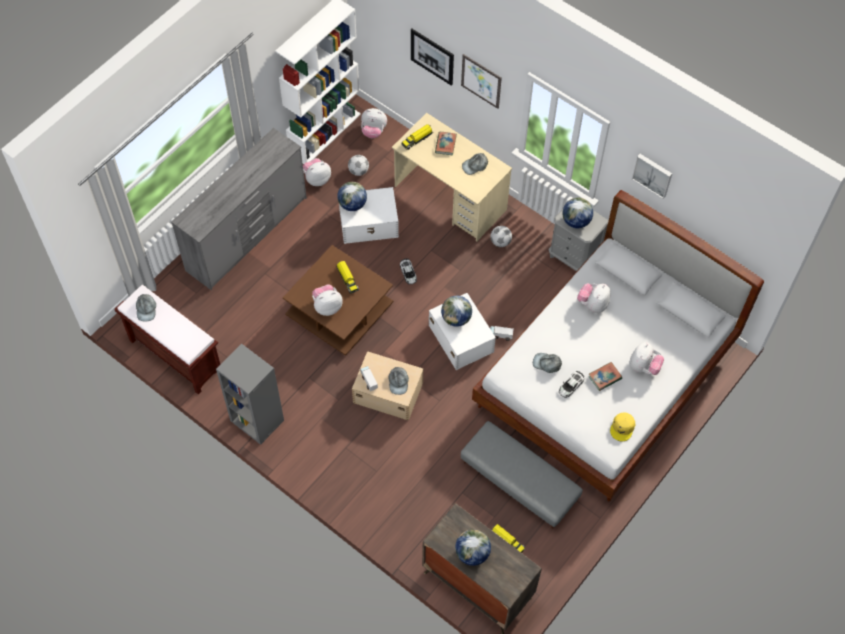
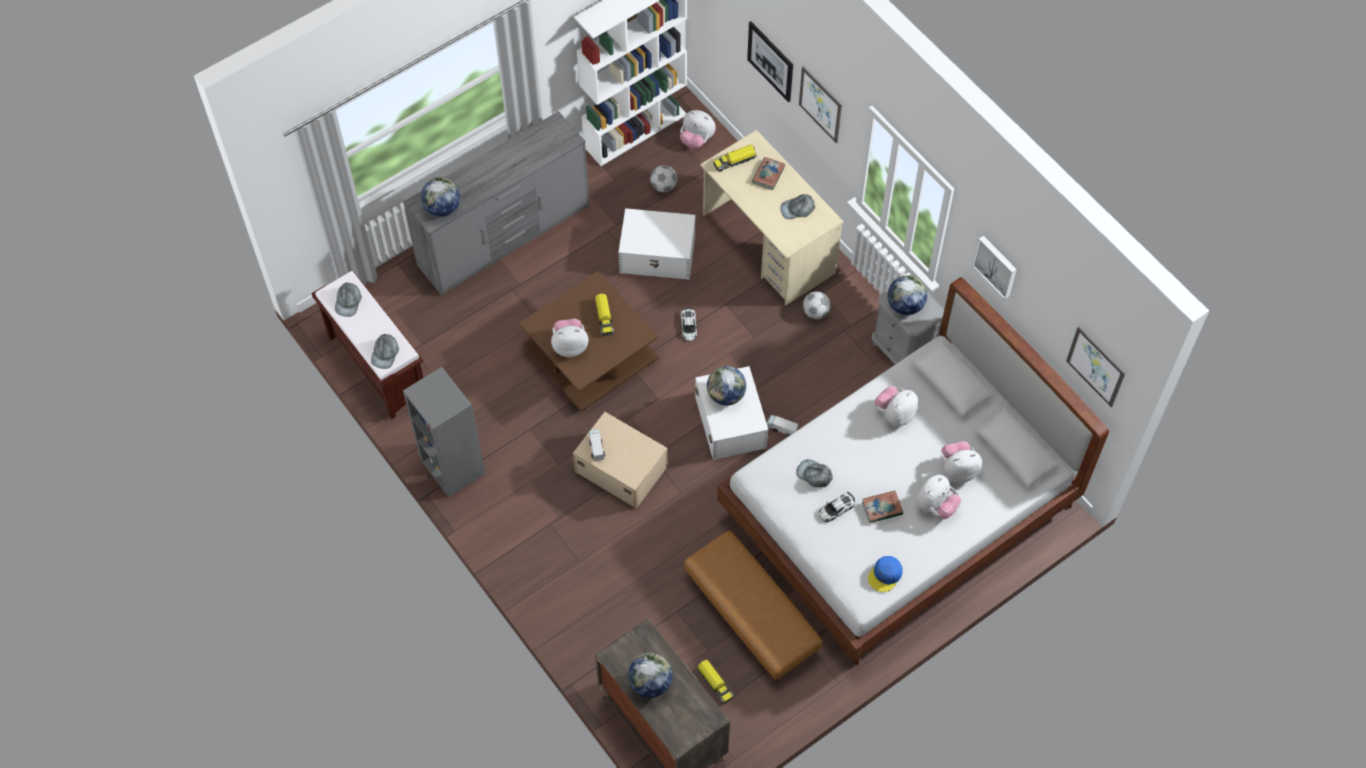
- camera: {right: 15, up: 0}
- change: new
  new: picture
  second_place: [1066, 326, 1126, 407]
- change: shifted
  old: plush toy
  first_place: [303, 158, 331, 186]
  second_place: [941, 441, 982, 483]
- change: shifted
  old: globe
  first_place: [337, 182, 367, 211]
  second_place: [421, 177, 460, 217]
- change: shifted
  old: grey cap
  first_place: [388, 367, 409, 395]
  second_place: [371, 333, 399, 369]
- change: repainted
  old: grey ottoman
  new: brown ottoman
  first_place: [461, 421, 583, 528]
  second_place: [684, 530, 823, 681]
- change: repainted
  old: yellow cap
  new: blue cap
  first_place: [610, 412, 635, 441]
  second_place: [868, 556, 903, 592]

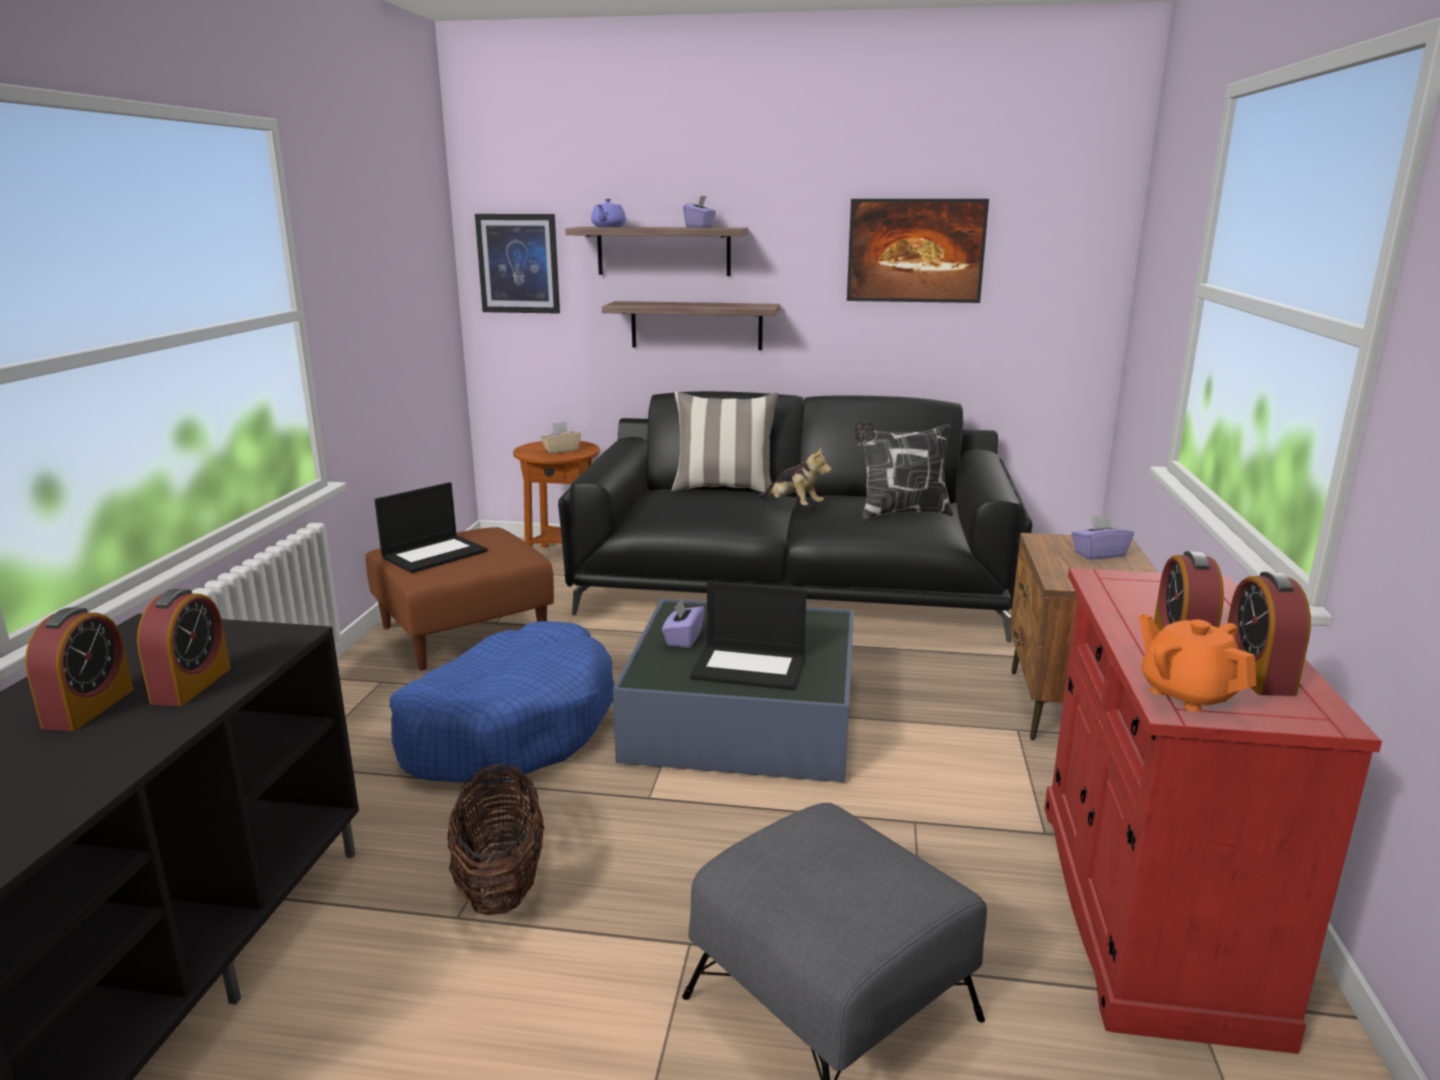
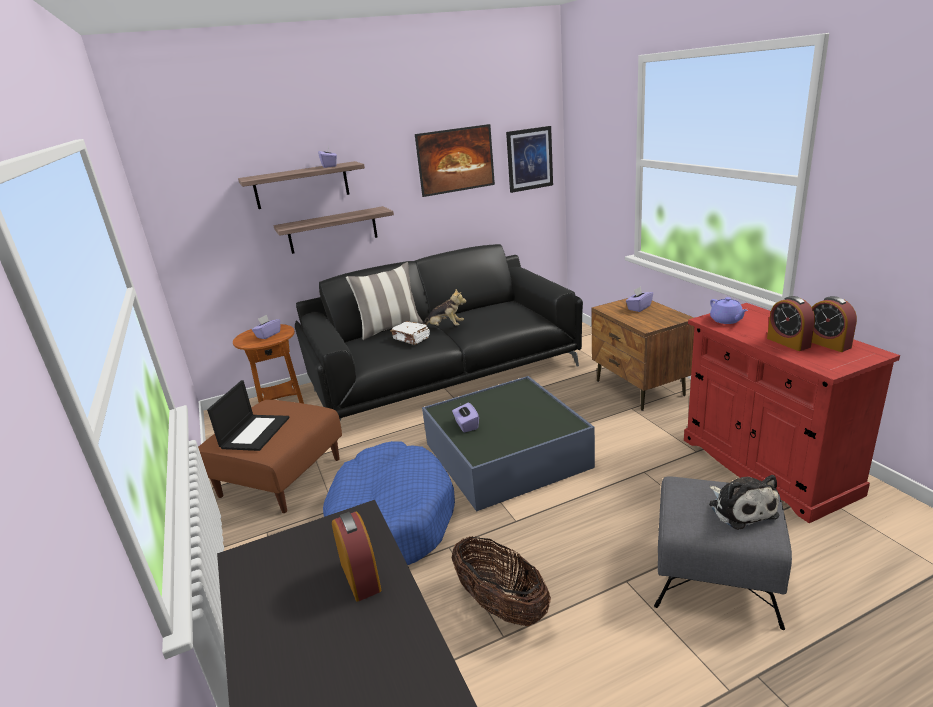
- camera: {right: -30, up: 5}
- change: gone
  old: alarm clock
  first_place: [25, 607, 134, 731]
- change: gone
  old: laptop
  first_place: [690, 581, 807, 690]
- change: gone
  old: pillow
  first_place: [854, 421, 953, 520]
- change: gone
  old: orange teapot
  first_place: [1139, 614, 1256, 712]
- change: new
  new: white book
  second_place: [390, 321, 430, 345]
- change: new
  new: plush toy
  second_place: [709, 475, 779, 530]
- change: shifted
  old: picture
  first_place: [475, 214, 560, 314]
  second_place: [506, 126, 553, 193]
- change: shifted
  old: purple teapot
  first_place: [591, 198, 626, 228]
  second_place: [710, 297, 748, 324]
- change: repainted
  old: beige tissue box
  new: purple tissue box
  first_place: [541, 422, 581, 454]
  second_place: [252, 315, 280, 339]

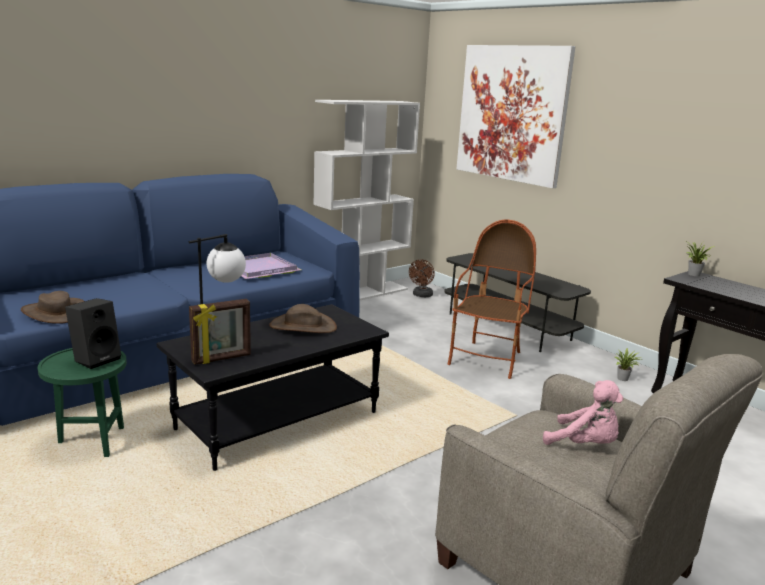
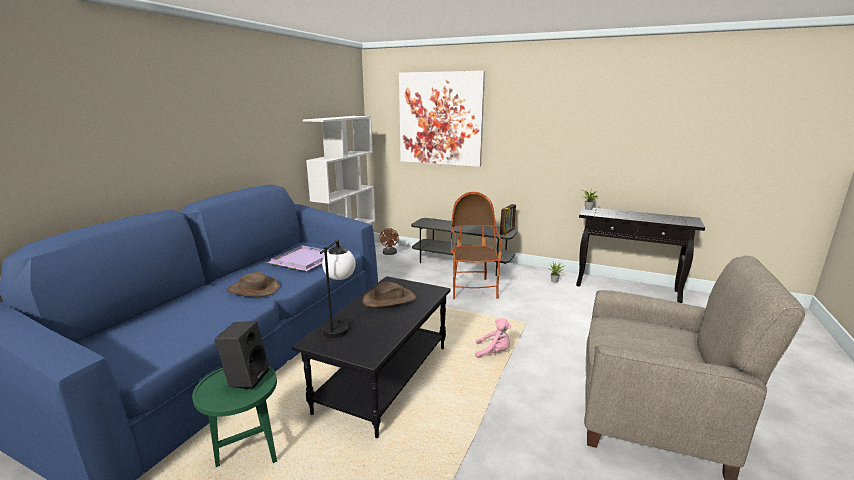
- camera: {right: -25, up: 0}
- change: shifted
  old: brown hat
  first_place: [21, 291, 84, 324]
  second_place: [226, 272, 279, 297]
- change: shifted
  old: picture frame
  first_place: [189, 299, 251, 365]
  second_place: [500, 204, 516, 235]
- change: shifted
  old: pink plush toy
  first_place: [543, 380, 623, 445]
  second_place: [475, 318, 511, 358]

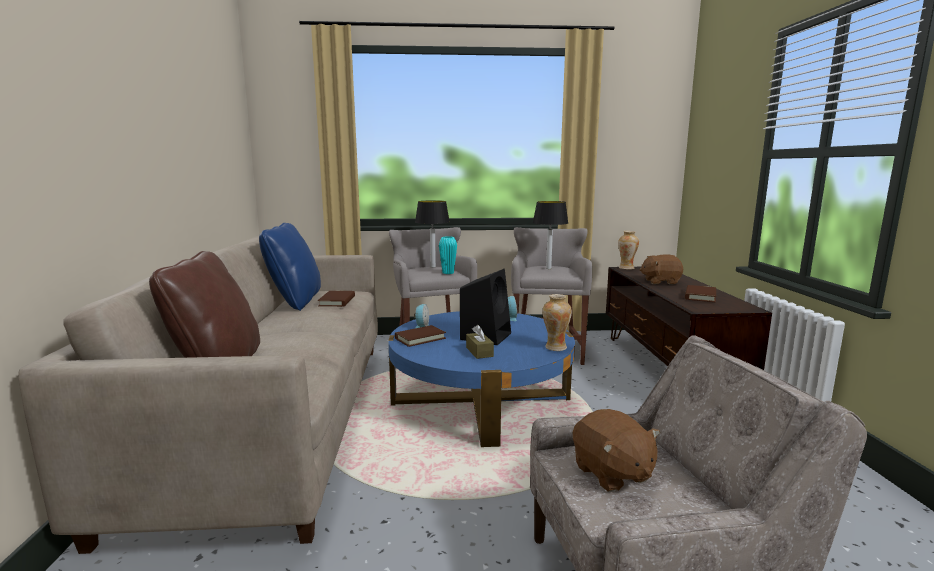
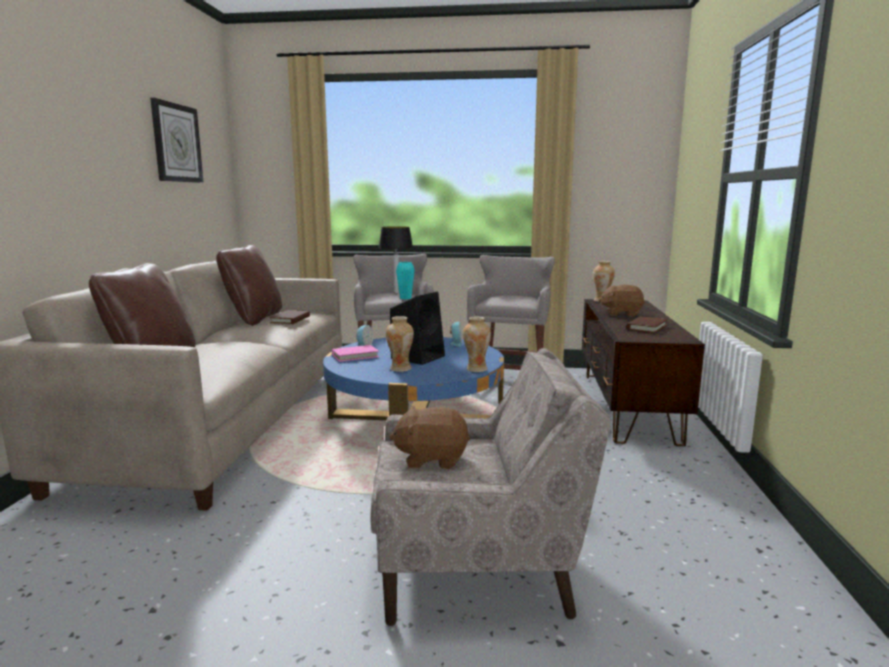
- camera: {right: 10, up: 0}
- change: gone
  old: table lamp
  first_place: [533, 201, 568, 269]
- change: new
  new: wall clock
  second_place: [150, 98, 204, 183]
- change: swapped
  old: brown tissue box
  new: vase
  first_place: [466, 325, 494, 359]
  second_place: [386, 316, 414, 372]
- change: repainted
  old: blue pillow
  new: brown pillow
  first_place: [259, 223, 321, 311]
  second_place: [216, 245, 282, 326]
- change: repainted
  old: brown book
  new: pink book
  first_place: [395, 325, 446, 347]
  second_place: [332, 345, 379, 362]
- change: rotated
  old: brown plush toy
  first_place: [573, 409, 660, 492]
  second_place: [389, 406, 470, 469]
  degrees: 105

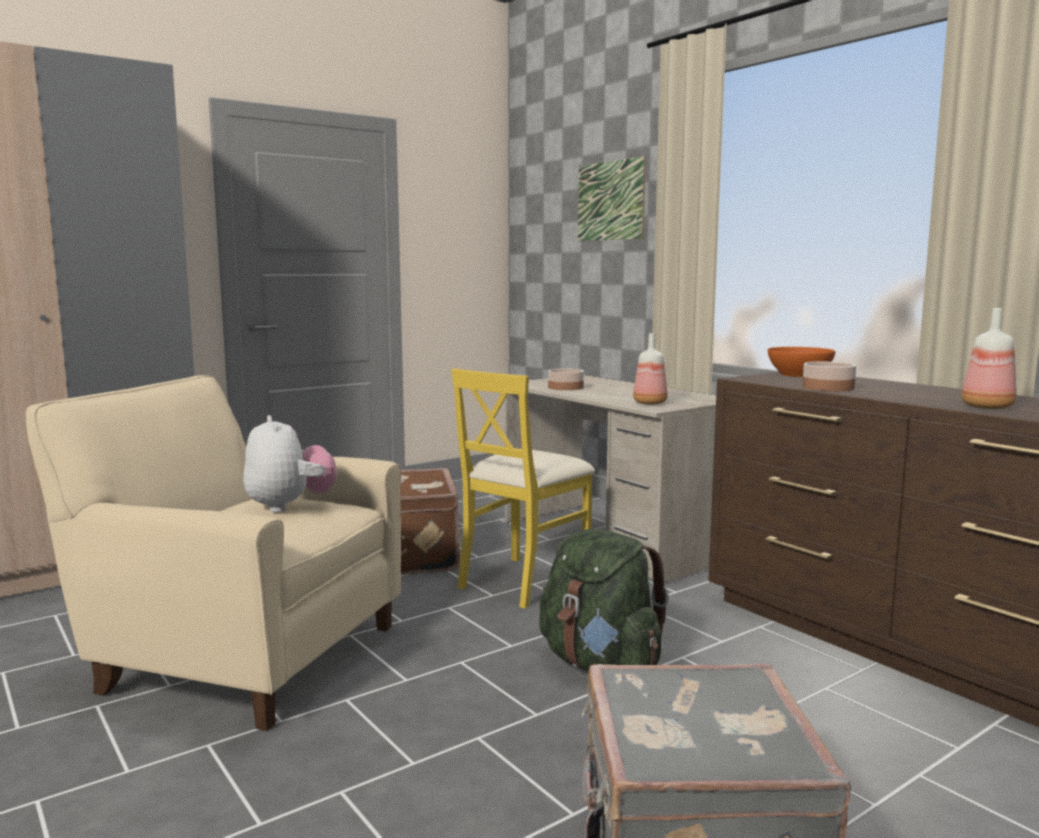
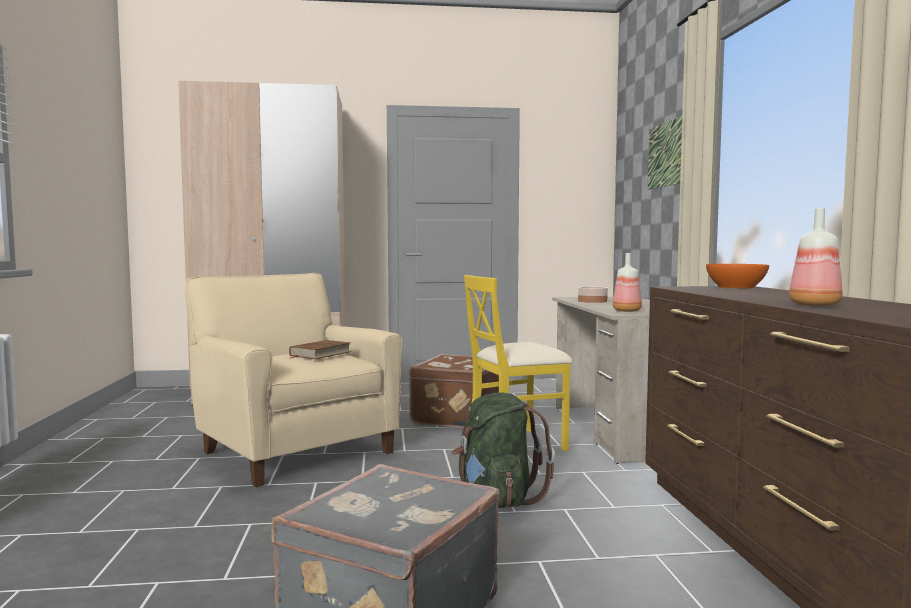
- camera: {right: 30, up: -5}
- change: gone
  old: bowl
  first_place: [803, 362, 856, 391]
- change: swapped
  old: plush toy
  new: brown book
  first_place: [243, 415, 337, 513]
  second_place: [289, 340, 351, 359]

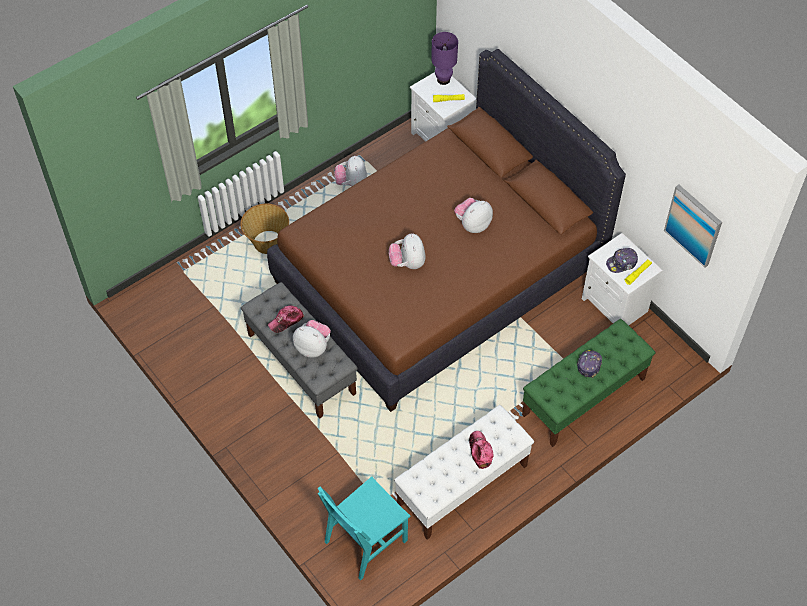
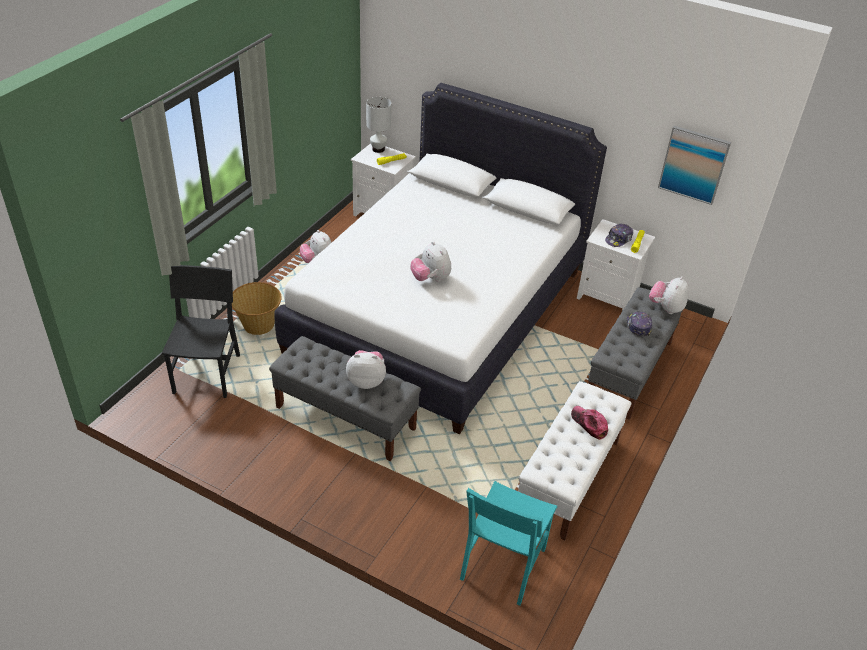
- camera: {right: -25, up: -15}
- change: gone
  old: cap
  first_place: [268, 306, 304, 333]
- change: new
  new: black chair
  second_place: [162, 265, 240, 398]
- change: shifted
  old: plush toy
  first_place: [454, 198, 493, 233]
  second_place: [649, 276, 689, 314]
- change: repainted
  old: brown bed
  new: white bed
  first_place: [267, 49, 626, 412]
  second_place: [274, 83, 607, 434]
- change: repainted
  old: purple table lamp
  new: white table lamp
  first_place: [431, 32, 458, 85]
  second_place: [366, 97, 391, 153]
- change: repainted
  old: green bench
  new: grey bench
  first_place: [522, 319, 655, 447]
  second_place: [588, 287, 683, 420]

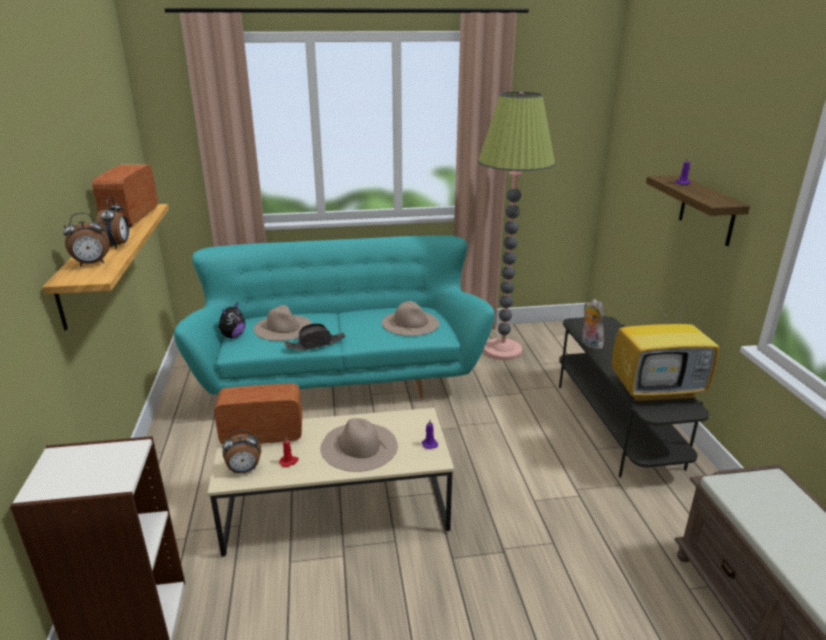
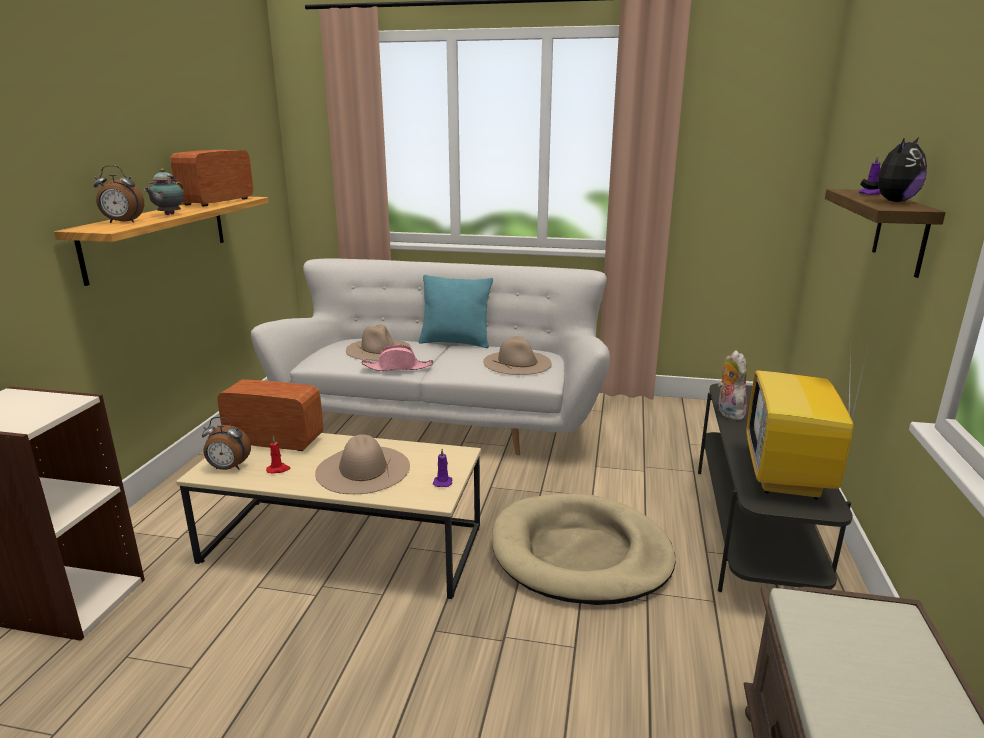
- camera: {right: 20, up: -5}
- change: gone
  old: floor lamp
  first_place: [478, 92, 555, 360]
- change: new
  new: turquoise pillow
  second_place: [419, 275, 493, 348]
- change: new
  new: beige dog bed
  second_place: [492, 493, 676, 605]
- change: shifted
  old: plush toy
  first_place: [218, 302, 245, 338]
  second_place: [860, 137, 927, 202]
- change: swapped
  old: alarm clock
  new: teapot
  first_place: [96, 197, 129, 249]
  second_place: [144, 169, 184, 215]
- change: repainted
  old: turquoise sofa
  new: white sofa
  first_place: [174, 235, 495, 399]
  second_place: [251, 258, 610, 455]
- change: repainted
  old: black hat
  new: pink hat
  first_place: [284, 323, 345, 350]
  second_place: [362, 345, 433, 371]
- change: rotated
  old: television
  first_place: [612, 287, 719, 402]
  second_place: [746, 342, 869, 500]
  degrees: 90

